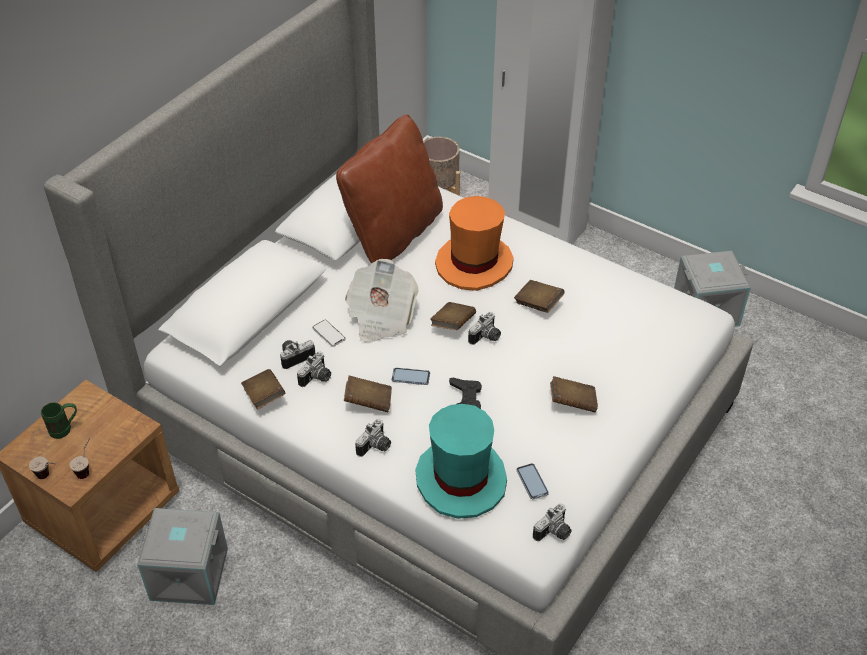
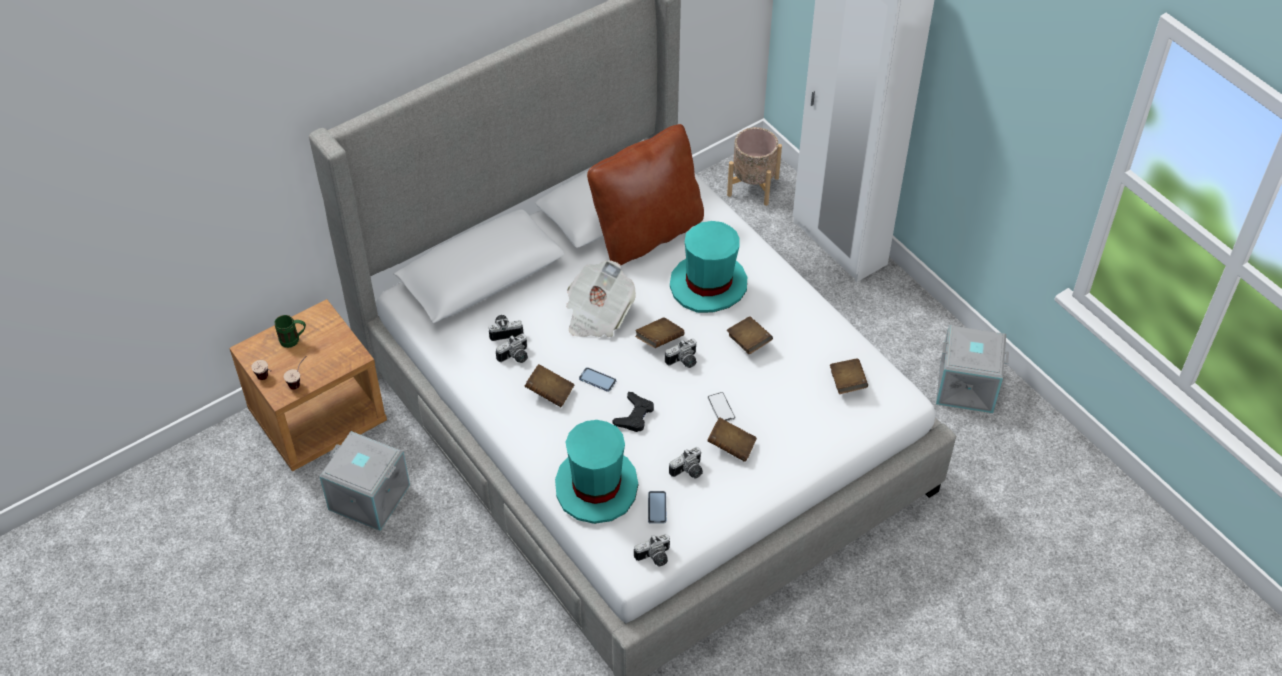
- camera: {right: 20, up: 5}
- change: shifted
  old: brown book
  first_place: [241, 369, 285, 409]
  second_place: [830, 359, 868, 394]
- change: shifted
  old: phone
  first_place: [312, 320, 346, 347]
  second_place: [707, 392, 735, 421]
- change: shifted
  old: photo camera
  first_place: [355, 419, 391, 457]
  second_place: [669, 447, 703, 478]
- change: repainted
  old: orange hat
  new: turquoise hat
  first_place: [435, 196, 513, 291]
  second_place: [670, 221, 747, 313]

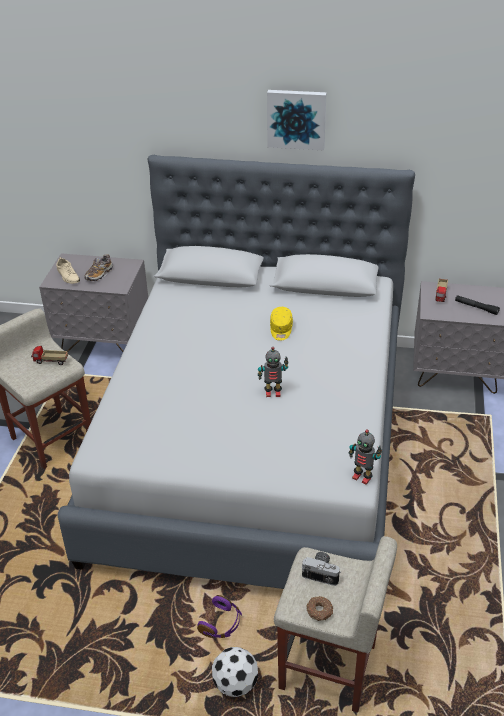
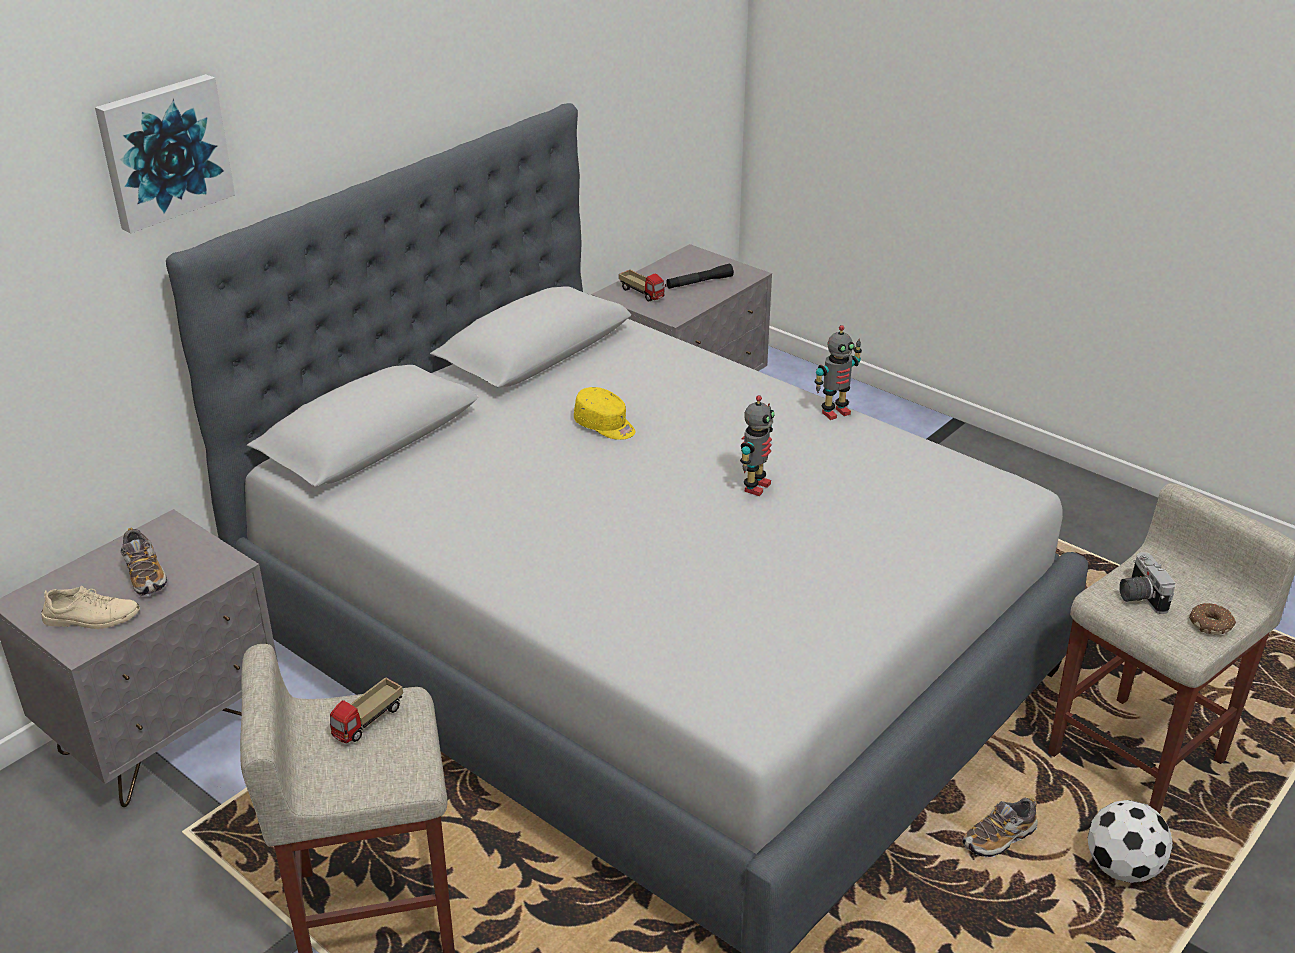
- camera: {right: -60, up: -5}
- change: shifted
  old: picture
  first_place: [267, 90, 326, 151]
  second_place: [95, 74, 235, 233]
- change: shifted
  old: toy robot
  first_place: [349, 429, 382, 485]
  second_place: [815, 325, 862, 420]
- change: swapped
  old: purple headphones
  new: shoe
  first_place: [197, 595, 242, 638]
  second_place: [962, 798, 1038, 858]
- change: rotated
  old: photo camera
  first_place: [302, 552, 341, 586]
  second_place: [1119, 552, 1175, 614]
  degrees: -60

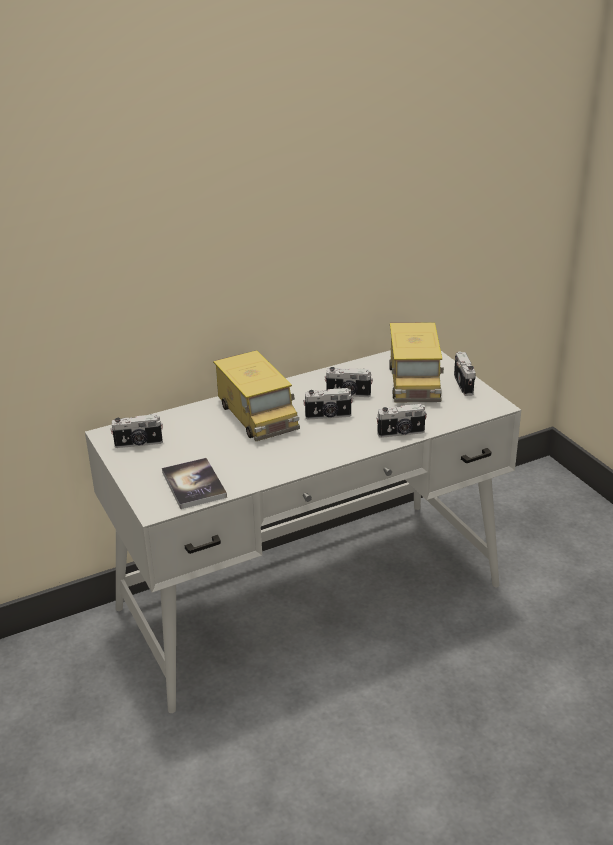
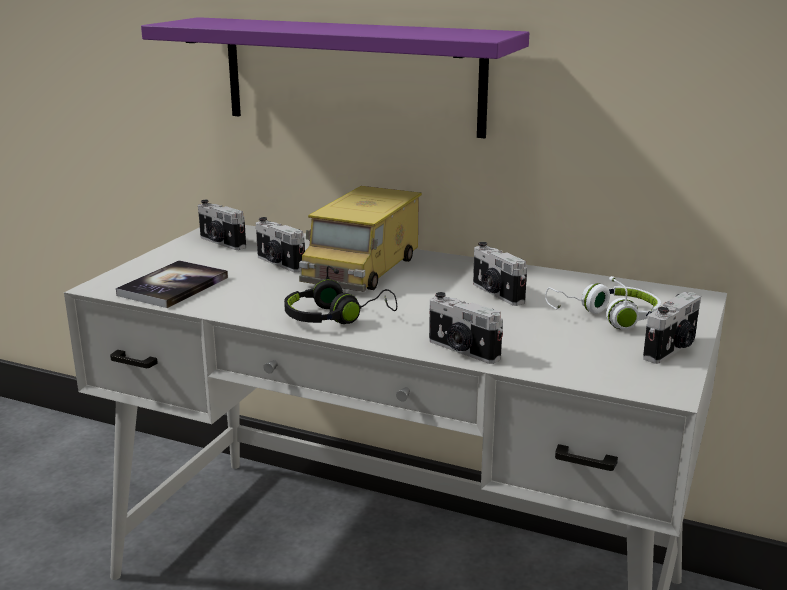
- camera: {right: 50, up: -10}
- change: new
  new: purple shelf
  second_place: [141, 17, 529, 138]
- change: new
  new: black headphones
  second_place: [284, 266, 397, 324]
- change: shifted
  old: photo camera
  first_place: [303, 388, 353, 419]
  second_place: [256, 217, 305, 272]
- change: swapped
  old: toy truck
  new: white headphones
  first_place: [389, 322, 444, 402]
  second_place: [545, 276, 661, 330]

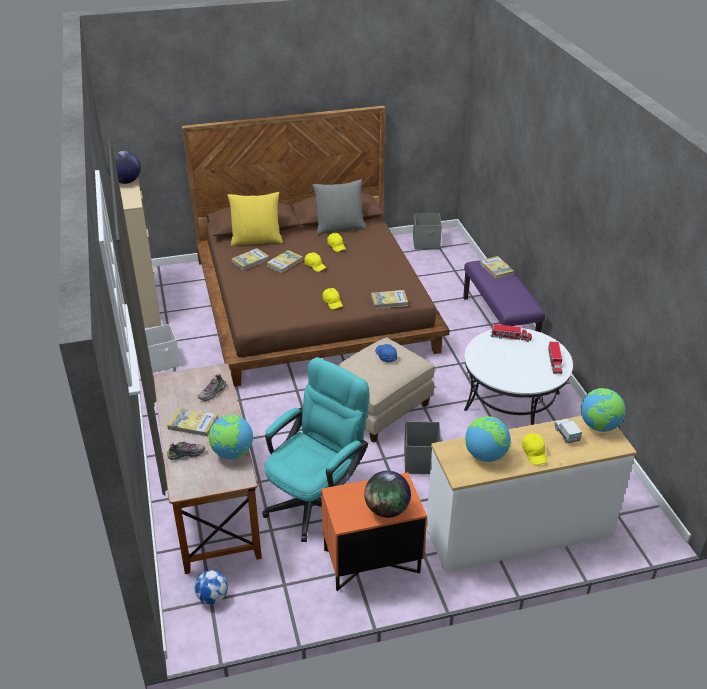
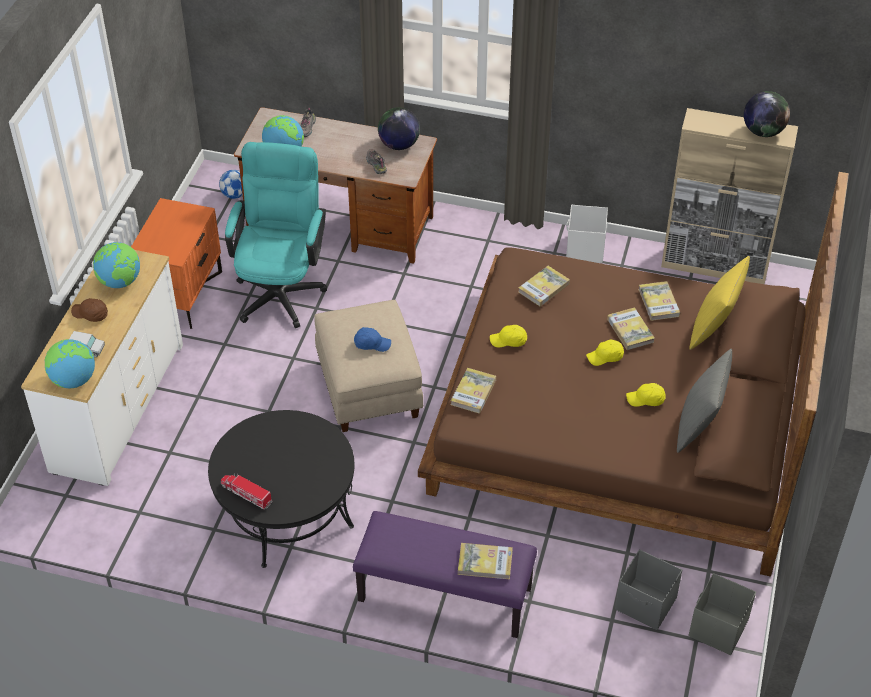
- camera: {right: 120, up: 10}
- change: gone
  old: toy truck
  first_place: [490, 324, 532, 342]
- change: shifted
  old: book
  first_place: [167, 408, 218, 437]
  second_place: [519, 266, 570, 306]
- change: shifted
  old: globe
  first_place: [364, 471, 411, 518]
  second_place: [378, 107, 420, 150]
- change: shifted
  old: grey storage box
  first_place: [404, 421, 442, 474]
  second_place: [615, 549, 682, 630]
- change: repainted
  old: white coffee table
  new: black coffee table
  first_place: [464, 328, 573, 425]
  second_place: [208, 410, 355, 568]
- change: repainted
  old: yellow cap
  new: brown cap
  first_place: [522, 433, 547, 465]
  second_place: [71, 298, 108, 322]
- change: rotated
  old: turquoise office chair
  first_place: [262, 357, 369, 542]
  second_place: [225, 142, 327, 328]
  degrees: -150

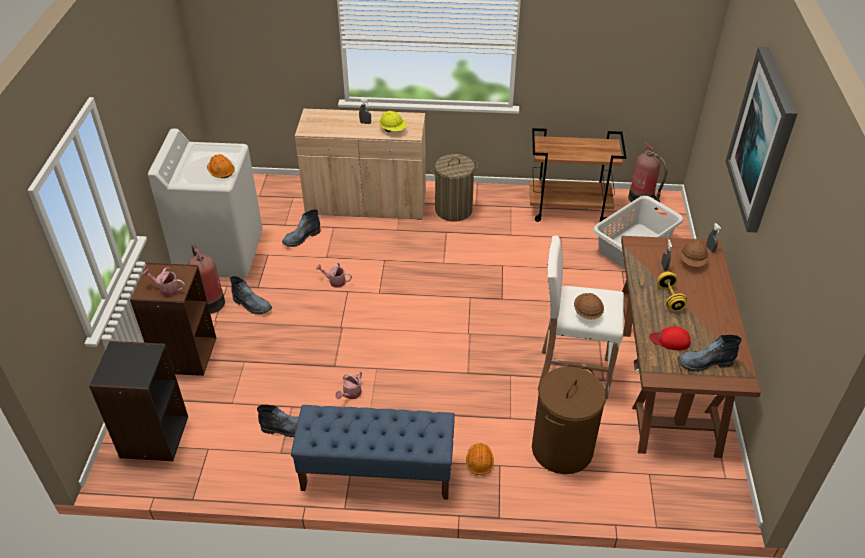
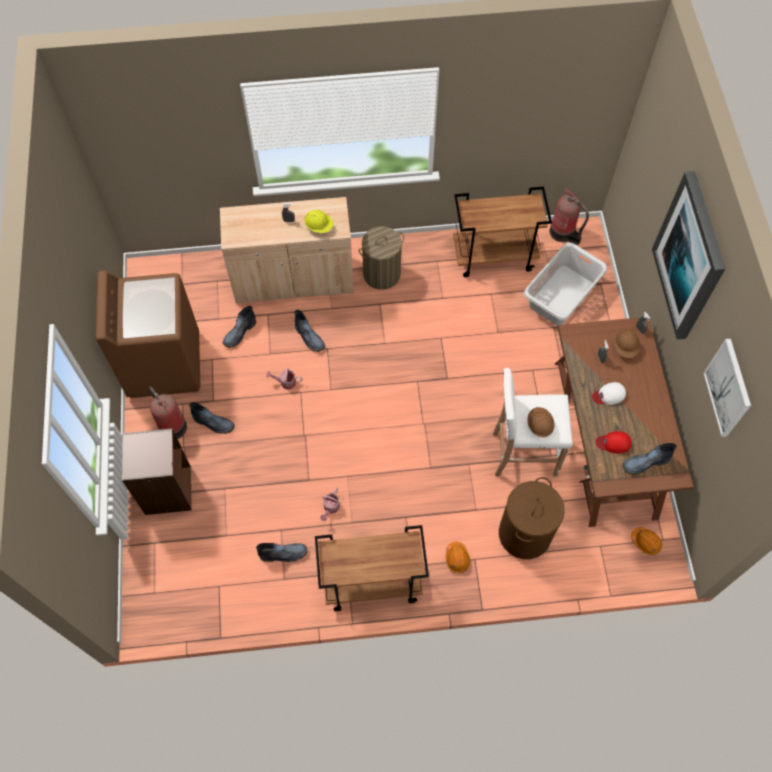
- camera: {right: -10, up: 20}
- change: gone
  old: black bookcase
  first_place: [89, 341, 188, 461]
- change: gone
  old: watering can
  first_place: [142, 267, 185, 297]
- change: new
  new: boot
  second_place: [295, 310, 325, 352]
- change: new
  new: picture
  second_place: [703, 339, 751, 437]
- change: shifted
  old: orange hard hat
  first_place: [207, 154, 235, 178]
  second_place: [631, 527, 662, 555]
- change: swapped
  old: blue bench
  new: brown cart
  first_place: [291, 405, 455, 500]
  second_place: [315, 525, 429, 611]
- change: swapped
  old: yellow dumbbell
  new: white cap
  first_place: [657, 272, 687, 311]
  second_place: [592, 382, 626, 405]
- change: repainted
  old: white washing machine
  new: brown washing machine
  first_place: [148, 129, 263, 278]
  second_place: [96, 270, 200, 398]

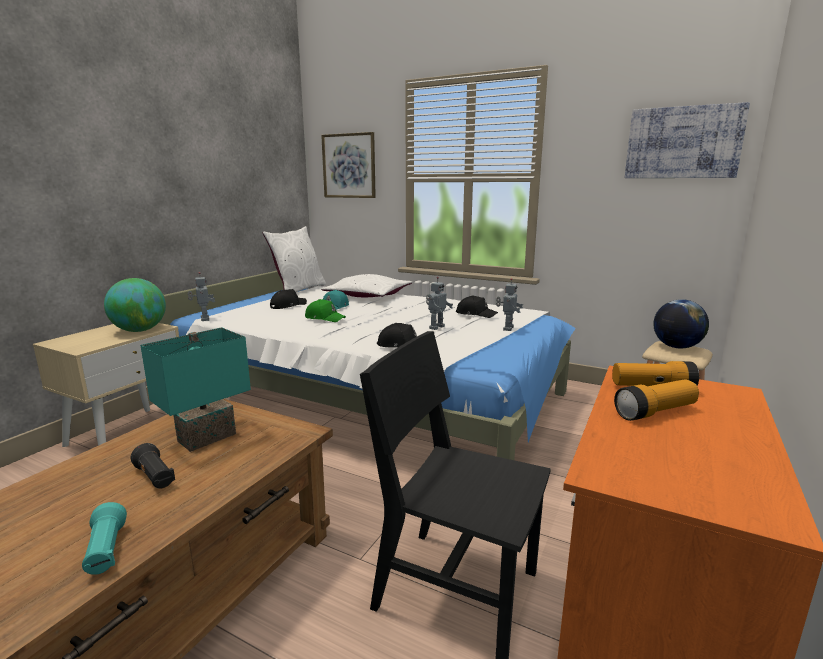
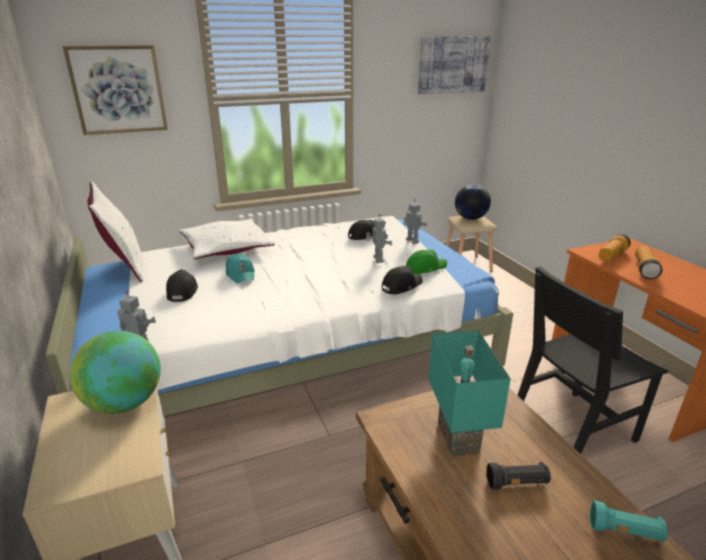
- camera: {right: -50, up: 10}
- change: shifted
  old: green cap
  first_place: [305, 299, 346, 322]
  second_place: [406, 249, 447, 274]

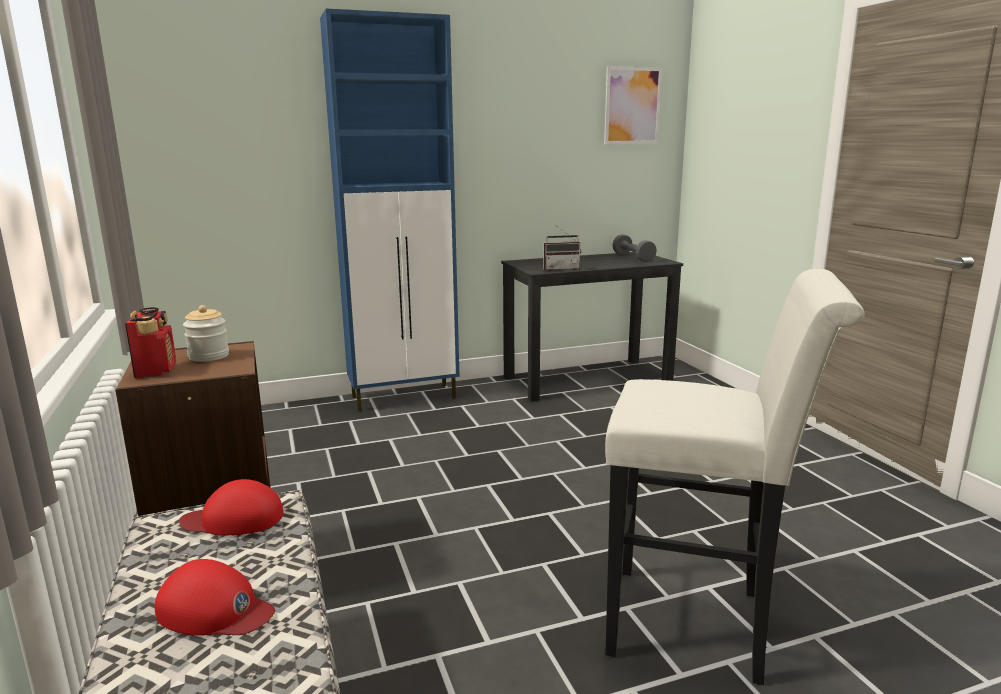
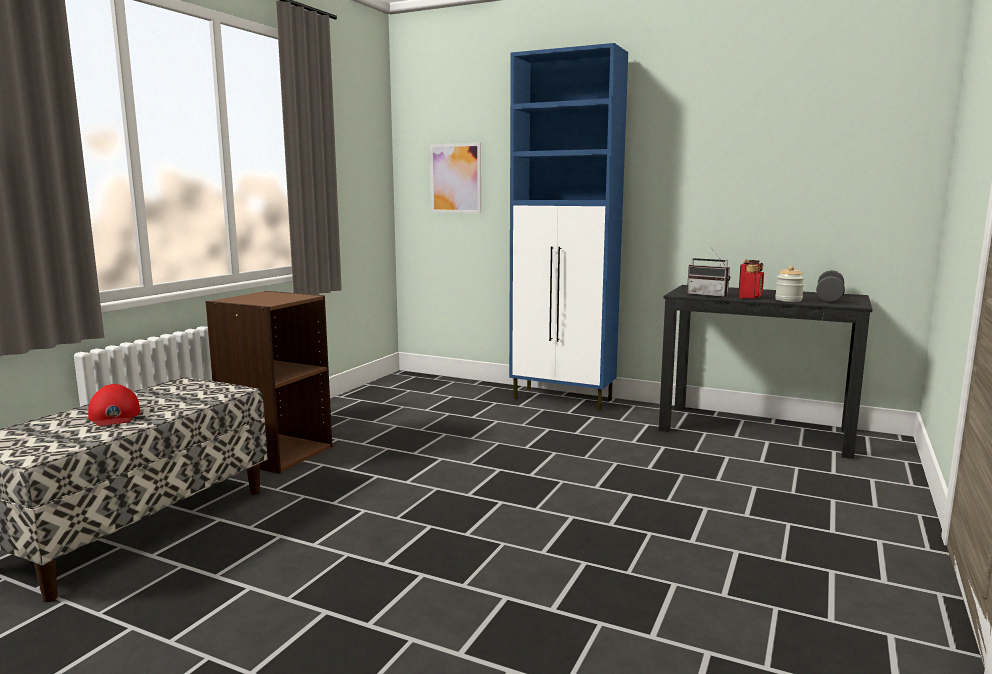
- camera: {right: 45, up: -5}
- change: gone
  old: red cap
  first_place: [179, 479, 284, 535]
- change: gone
  old: white stool
  first_place: [605, 269, 864, 685]
- change: shifted
  old: radio
  first_place: [125, 307, 176, 379]
  second_place: [738, 259, 764, 299]
- change: shifted
  old: jar
  first_place: [183, 305, 229, 362]
  second_place: [775, 266, 804, 302]
- change: shifted
  old: picture
  first_place: [604, 66, 662, 144]
  second_place: [430, 143, 481, 213]

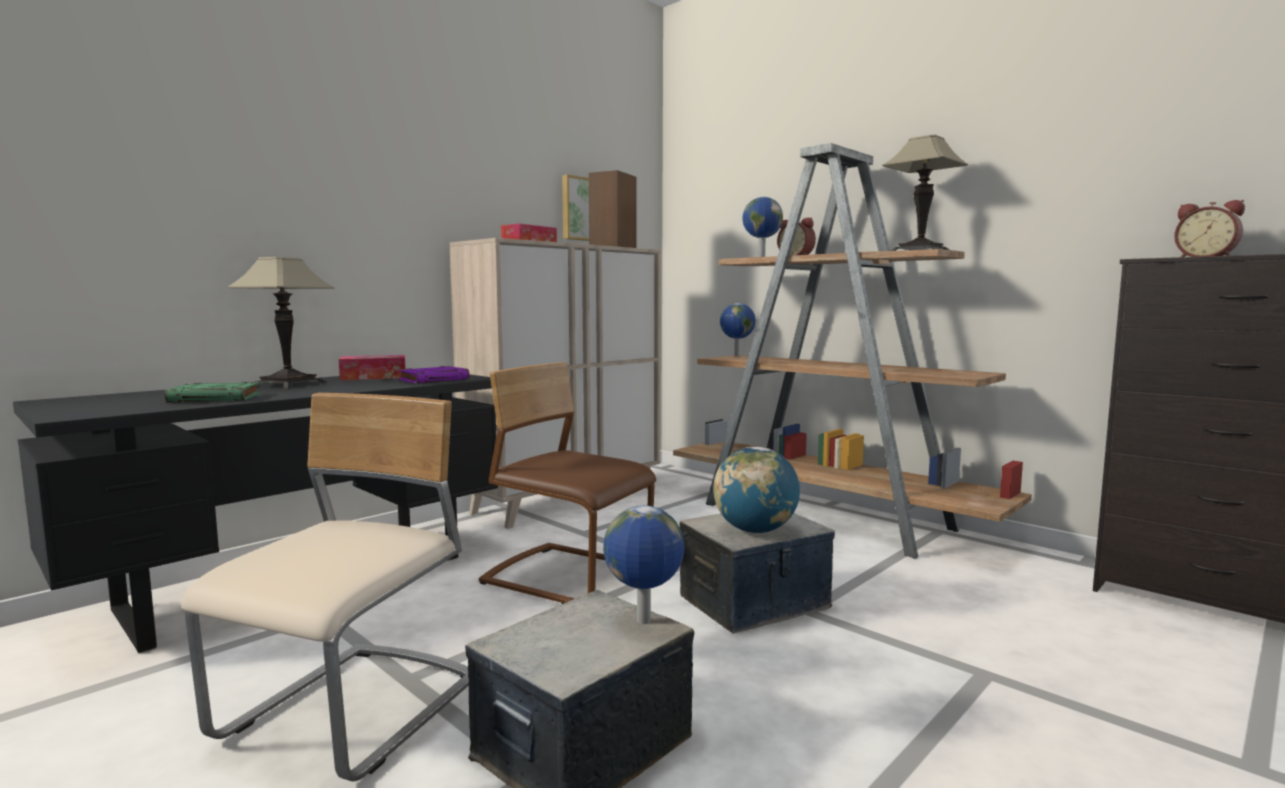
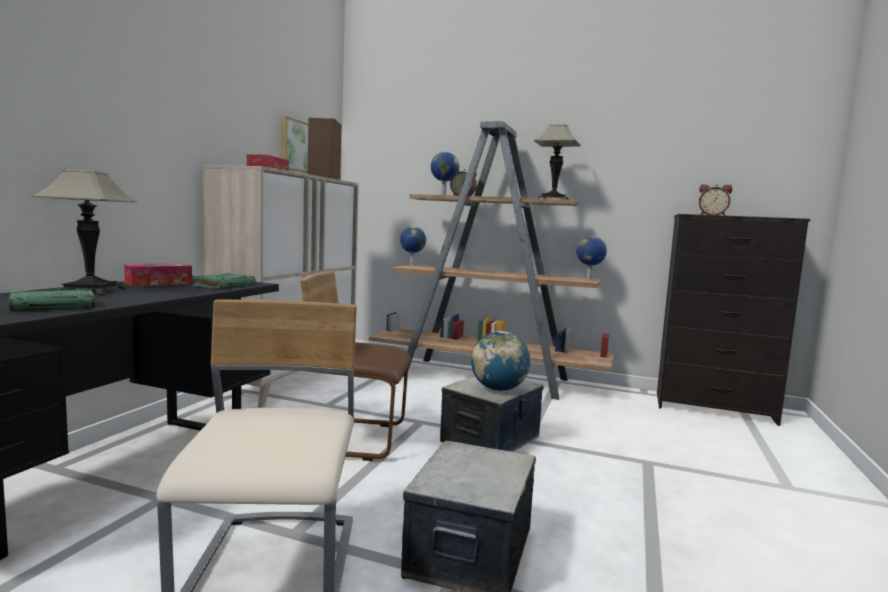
- camera: {right: -25, up: 0}
- change: shifted
  old: globe
  first_place: [603, 505, 685, 624]
  second_place: [576, 236, 607, 279]
- change: repainted
  old: purple book
  new: green book
  first_place: [398, 366, 470, 383]
  second_place: [193, 273, 256, 289]

